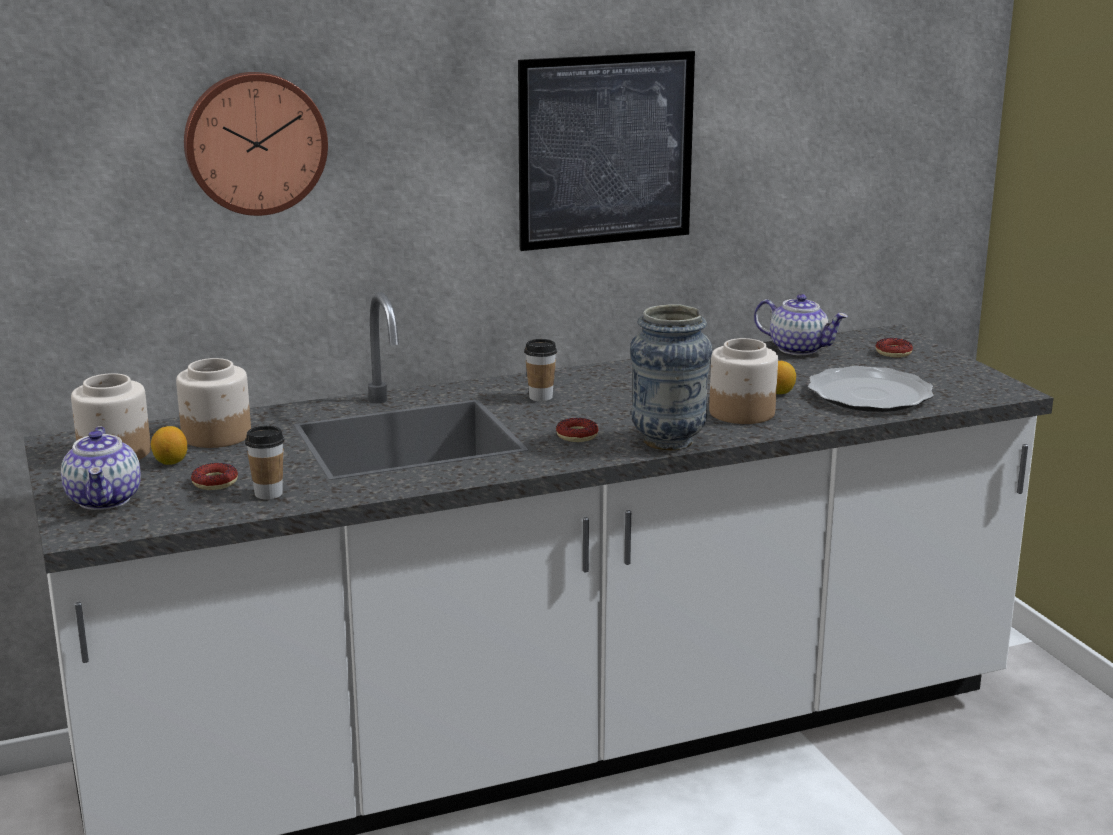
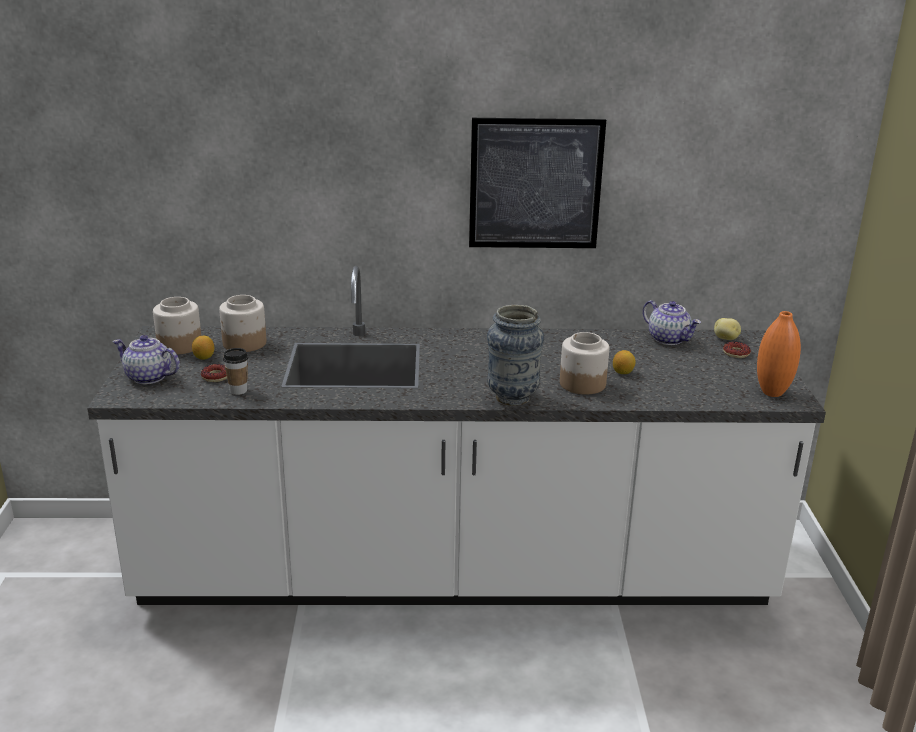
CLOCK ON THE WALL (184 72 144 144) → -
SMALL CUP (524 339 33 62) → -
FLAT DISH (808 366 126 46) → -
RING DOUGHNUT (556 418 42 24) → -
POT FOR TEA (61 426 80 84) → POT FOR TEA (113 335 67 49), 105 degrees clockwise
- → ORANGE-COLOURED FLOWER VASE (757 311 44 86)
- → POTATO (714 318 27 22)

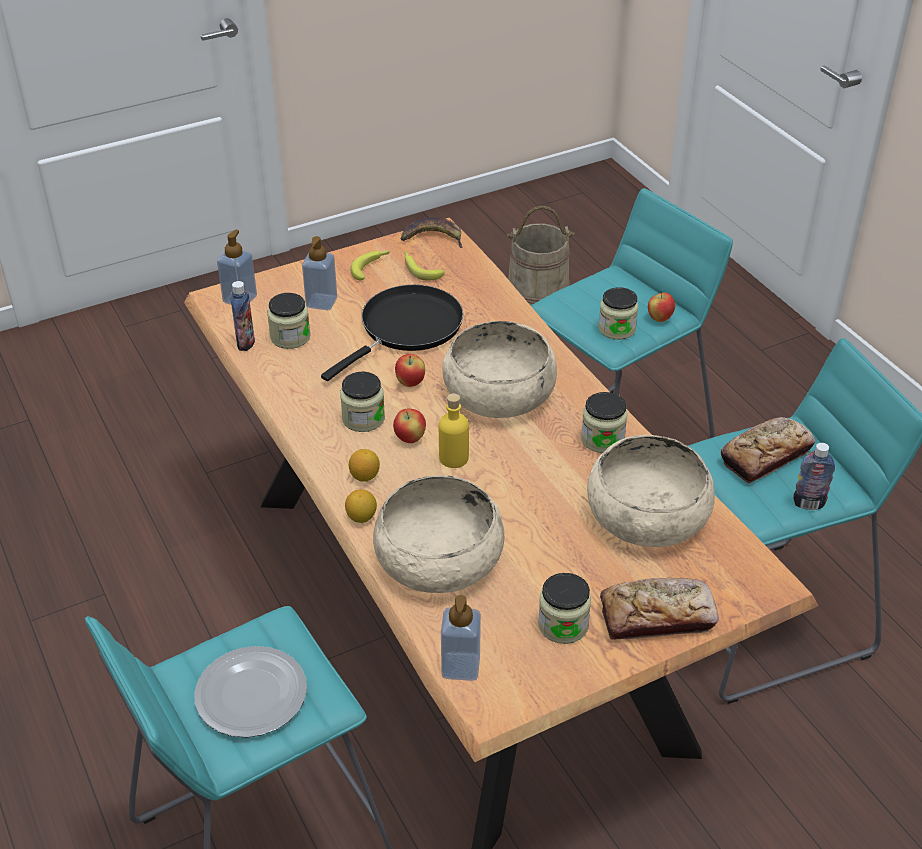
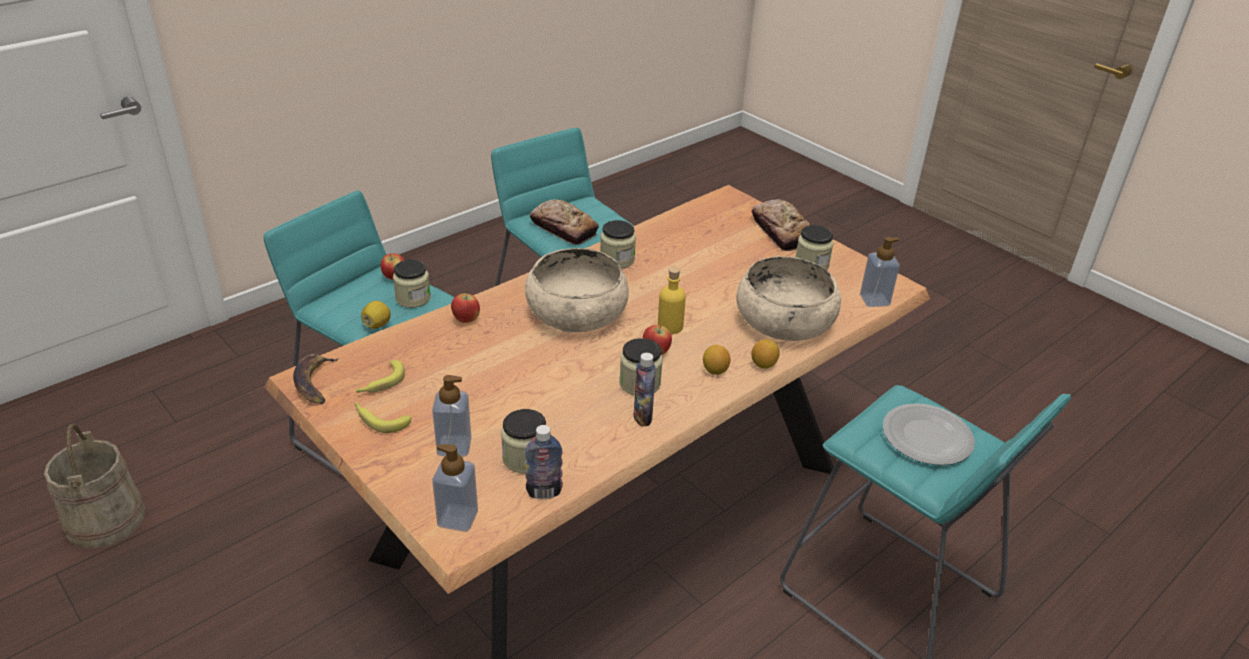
BLACK-COLOURED PAN (321 285 142 96) → -
APPLE FRUIT (395 354 30 33) → APPLE FRUIT (451 291 29 32), move
SAND-COLOURED DEEP DISH (587 435 128 112) → -
BEVERAGE BOTTLE (793 443 42 67) → BEVERAGE BOTTLE (634 353 22 73), move
- → CITRUS FRUIT (361 301 30 28)

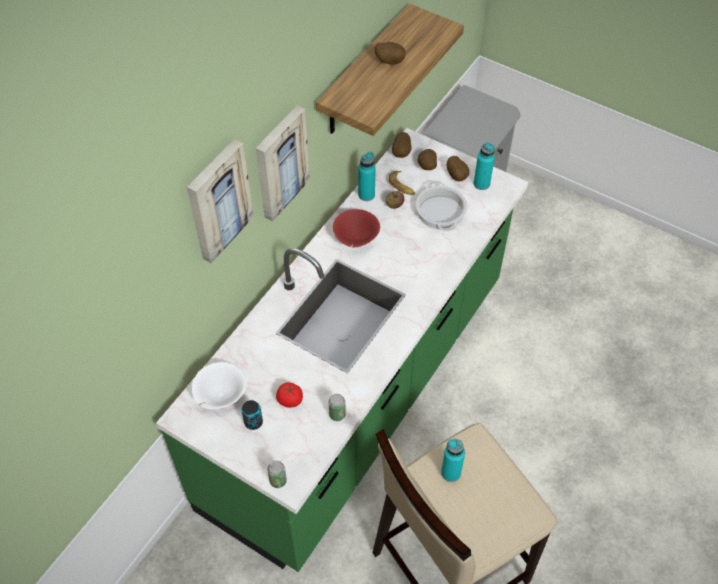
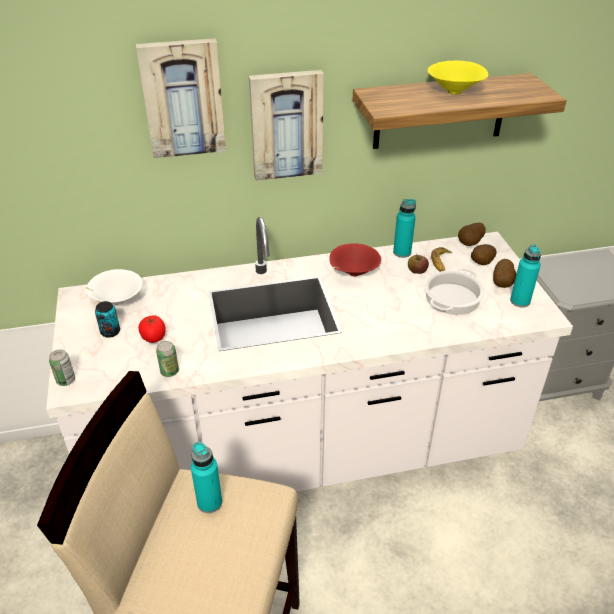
POTATO (375 42 31 23) → YELLOWISH DEEP DISH (428 60 60 35)
GREENISH COUNTER (156 128 372 444) → WHITE-COLOURED COUNTER (46 217 527 275)

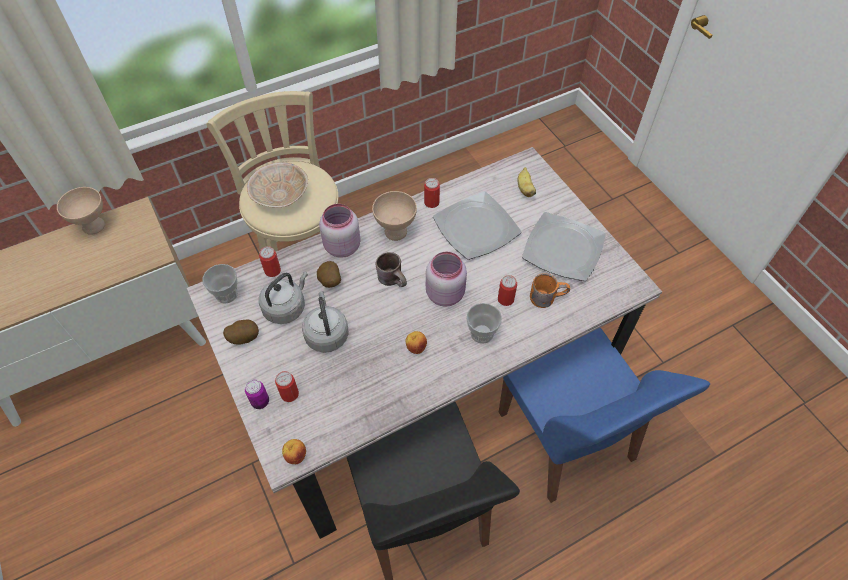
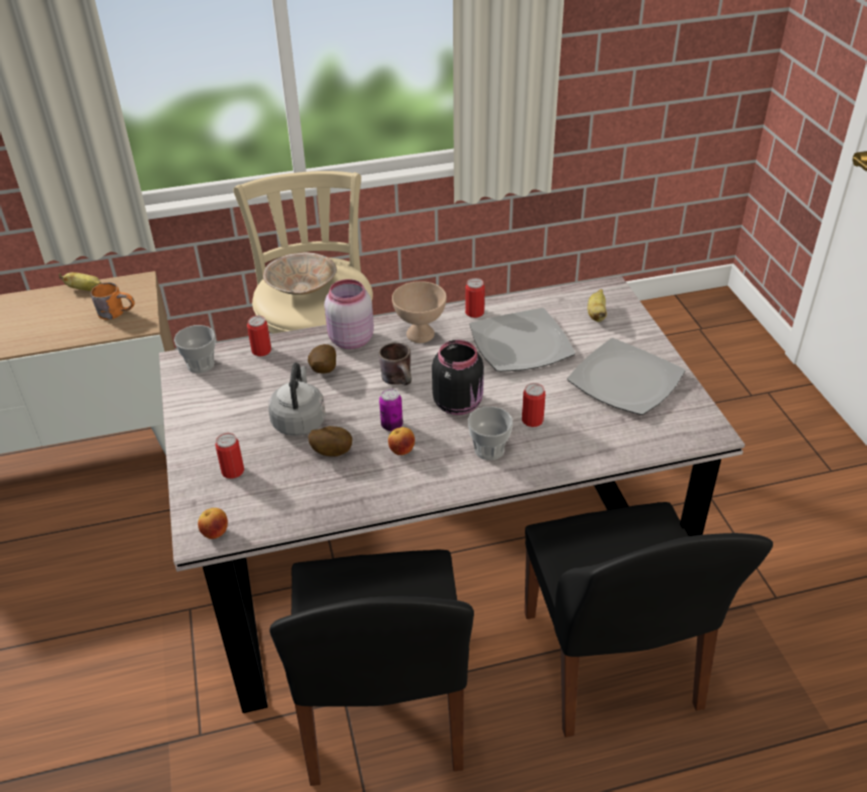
SAND-COLOURED DEEP DISH (57 187 48 48) → BANANA (59 272 42 19)
PINKISH PRESERVE JAR (426 252 41 55) → BLACK-COLOURED PRESERVE JAR (432 340 52 75)
GRAY TEA KETTLE (259 272 49 52) → -
ORANGE-COLOURED TEA MUG (530 273 40 35) → ORANGE-COLOURED TEA MUG (91 282 44 38), move
POTATO (223 320 36 25) → POTATO (308 426 44 31), move
BLUE-COLOURED PLAIN CHAIR (499 328 211 175) → BLACK-COLOURED PLAIN CHAIR (524 502 249 235)
METAL CAN (245 379 24 30) → METAL CAN (379 389 24 42), move

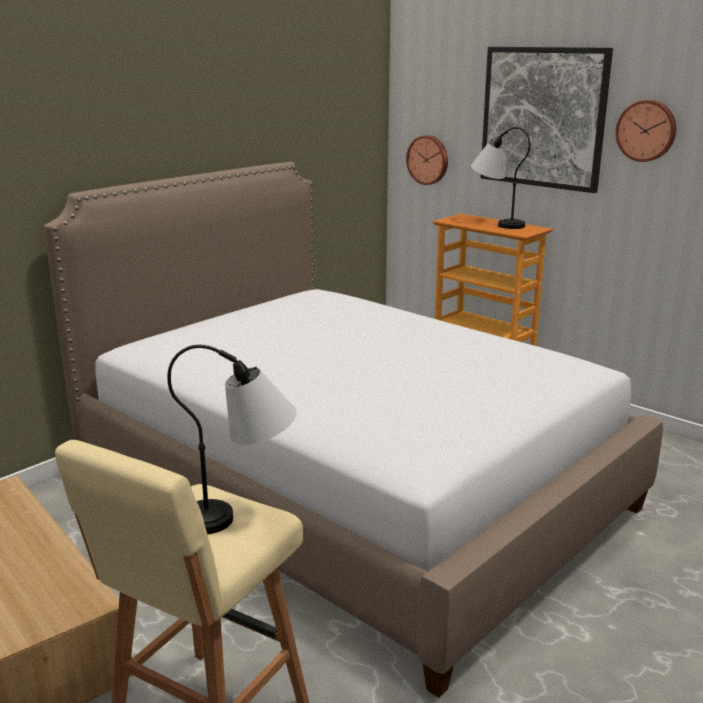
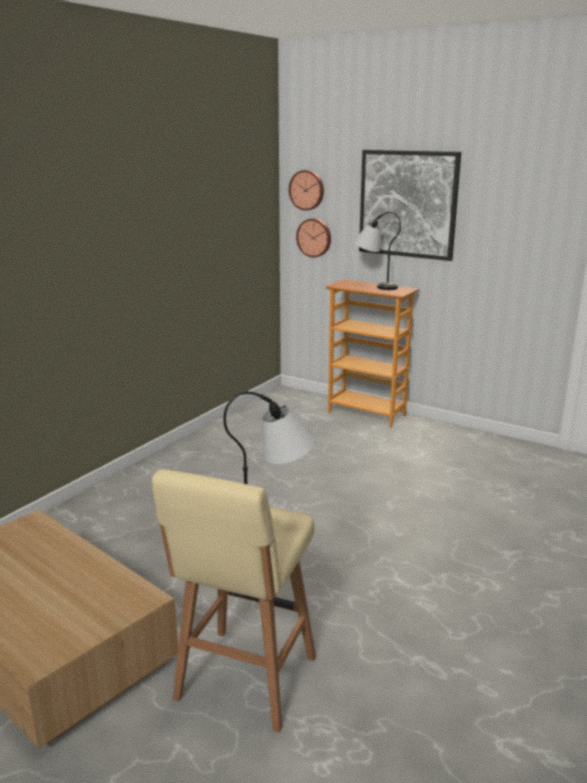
CLOCK ON THE WALL (615 100 61 62) → CLOCK ON THE WALL (289 170 35 41), move
BED (43 162 620 536) → -

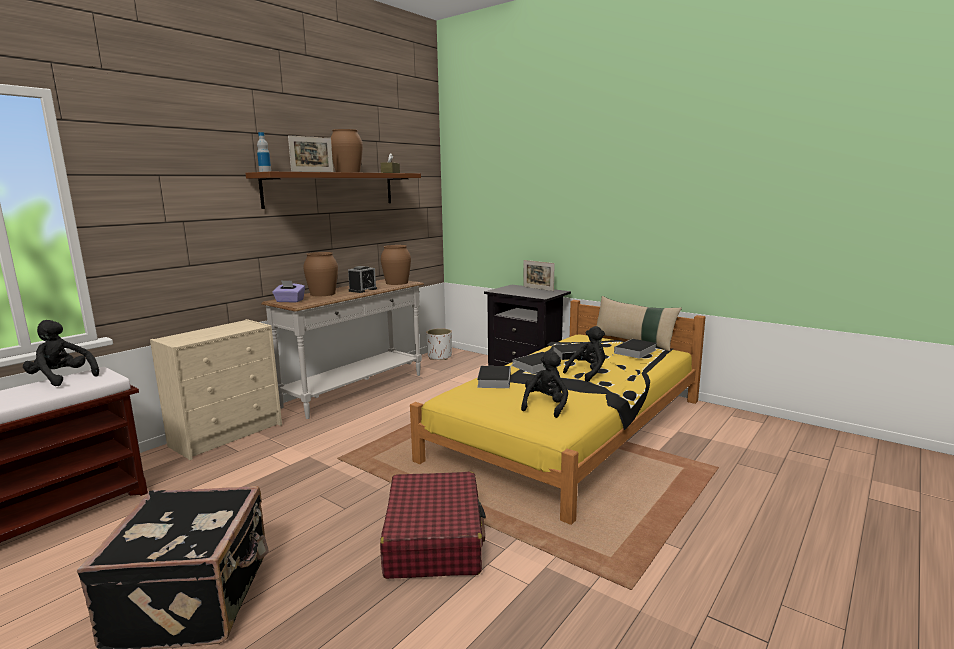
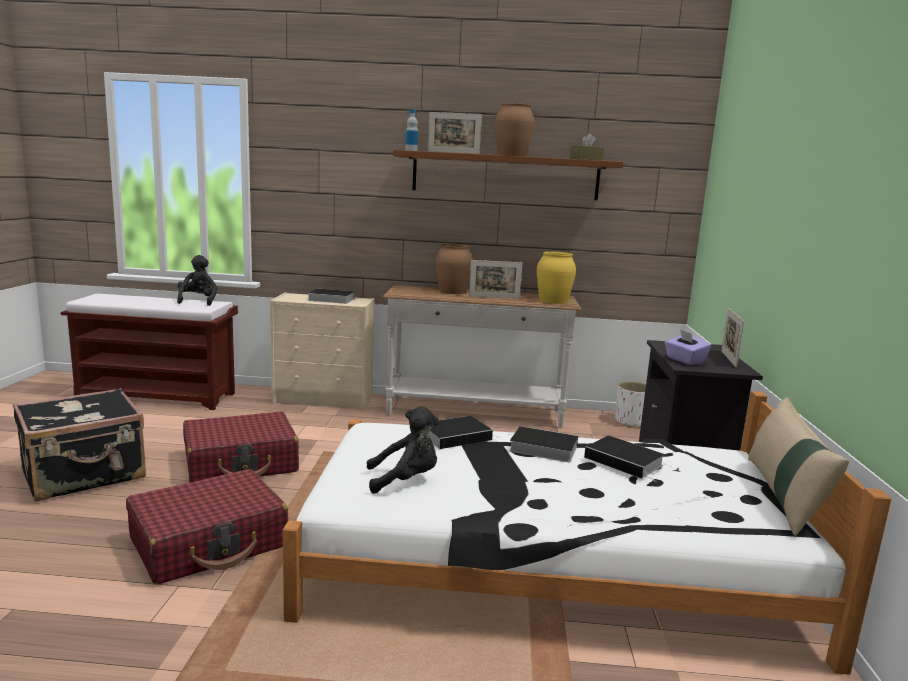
BROWN-COLOURED FLOWER VASE (381 245 30 40) → YELLOWISH FLOWER VASE (537 251 39 53)
TABLE CLOCK (348 266 29 27) → STANDING FRAME (469 260 53 39)
PURPLE TISSUE BOX (272 280 33 23) → PURPLE TISSUE BOX (665 329 46 36), move
YELLOWISH BED (410 300 295 225) → WHITE-COLOURED BED (283 391 608 284)
BLACK-COLOURED CUDDLY TOY (563 326 42 56) → -
VOLUME (613 339 44 20) → VOLUME (307 289 48 15), move
- → REDDISH PIECE OF LUGGAGE (183 412 116 71)

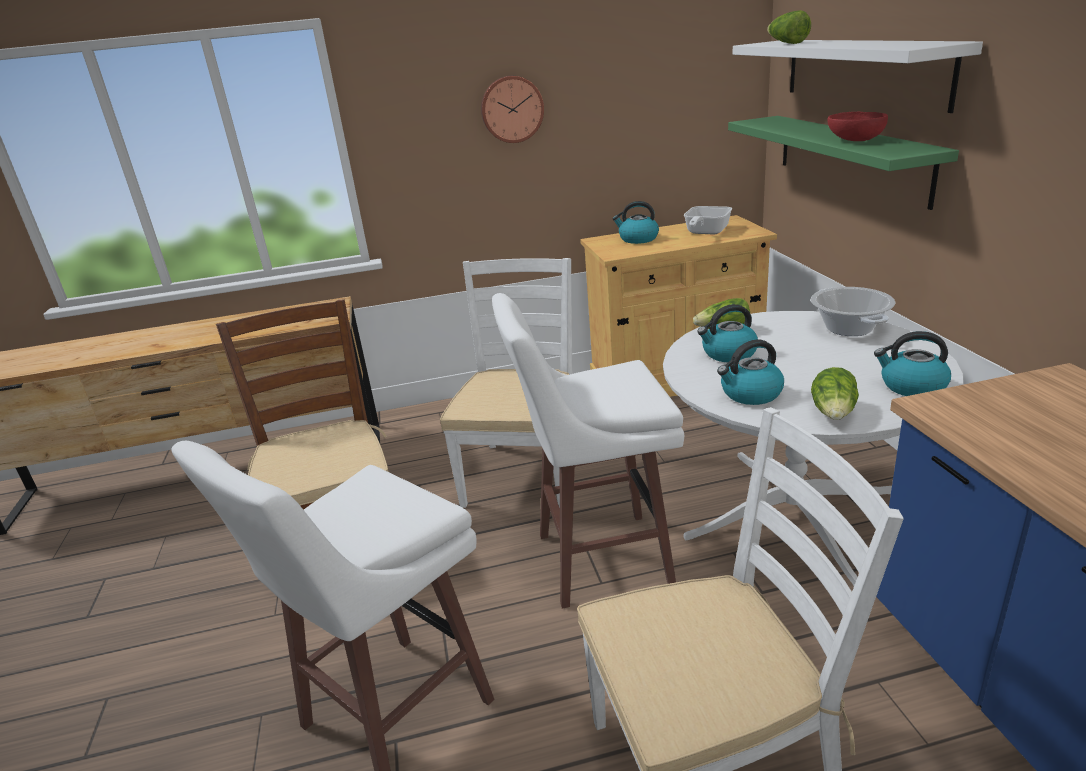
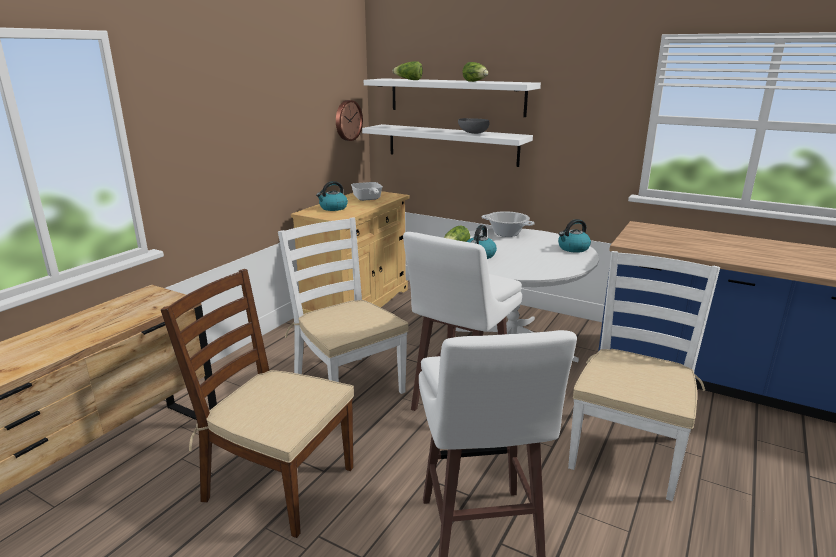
CLOCK ON THE WALL (481 76 63 67) → CLOCK ON THE WALL (336 100 27 41), move
REDDISH DEEP DISH (827 112 61 29) → GRAY DEEP DISH (458 118 31 16)
GREENISH BRACKET SHELF (728 116 231 94) → WHITE-COLOURED BRACKET SHELF (362 124 171 43)
TEA KETTLE (717 339 67 66) → -
HEAD OF LETTUCE (811 367 48 53) → HEAD OF LETTUCE (463 62 25 20), move

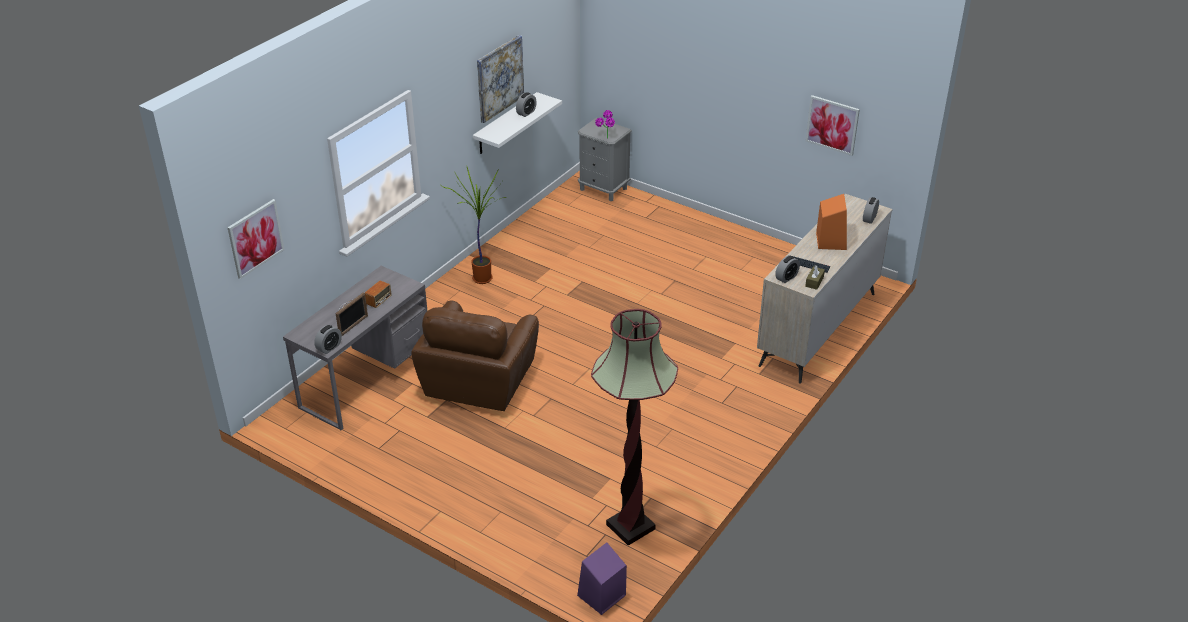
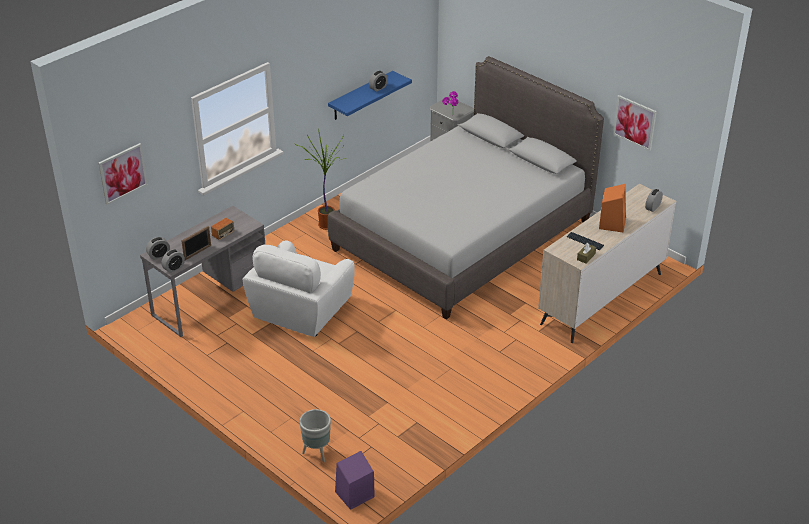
PICTURE (477 35 47 88) → -
WHITE-COLOURED BRACKET SHELF (473 92 89 62) → BLUE-COLOURED BRACKET SHELF (328 71 84 49)
TABLE CLOCK (775 256 25 27) → TABLE CLOCK (146 237 24 23), move
BROWN-COLOURED ARMCHAIR (411 301 128 110) → WHITE-COLOURED ARMCHAIR (243 240 112 97)
FLOOR LAMP (591 309 87 237) → -
- → GRAY BED (328 56 276 263)
- → GRAY FLOWER POT (299 409 32 54)

